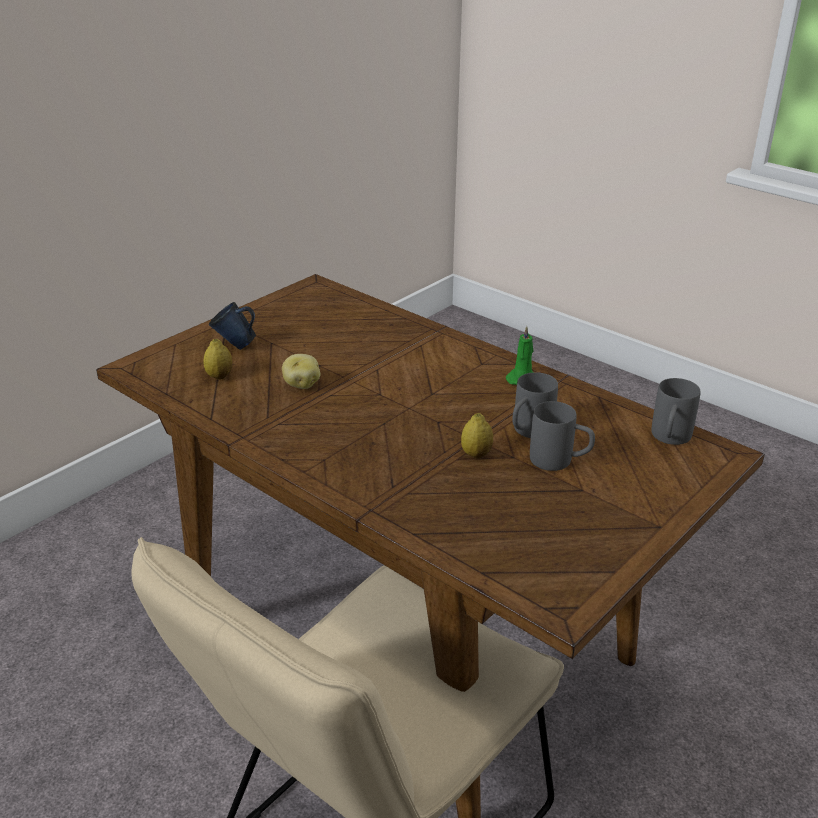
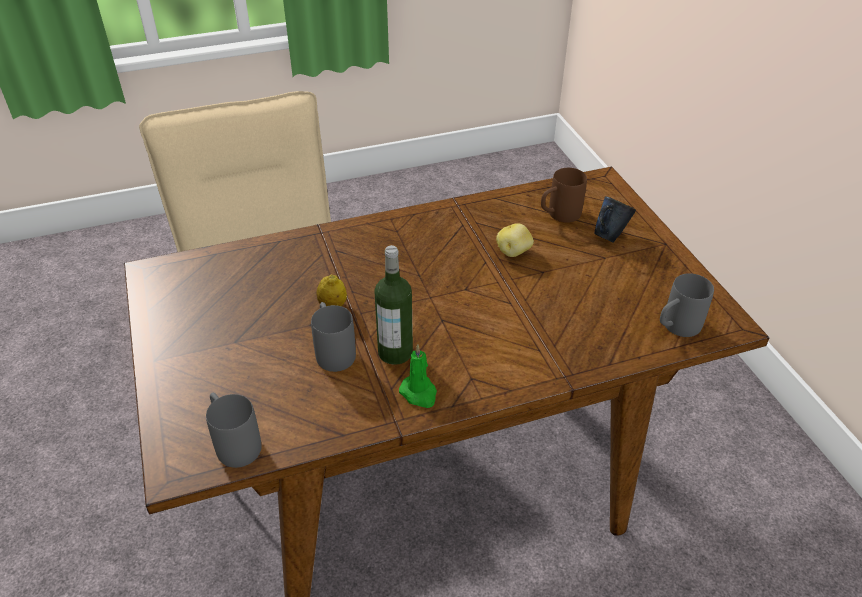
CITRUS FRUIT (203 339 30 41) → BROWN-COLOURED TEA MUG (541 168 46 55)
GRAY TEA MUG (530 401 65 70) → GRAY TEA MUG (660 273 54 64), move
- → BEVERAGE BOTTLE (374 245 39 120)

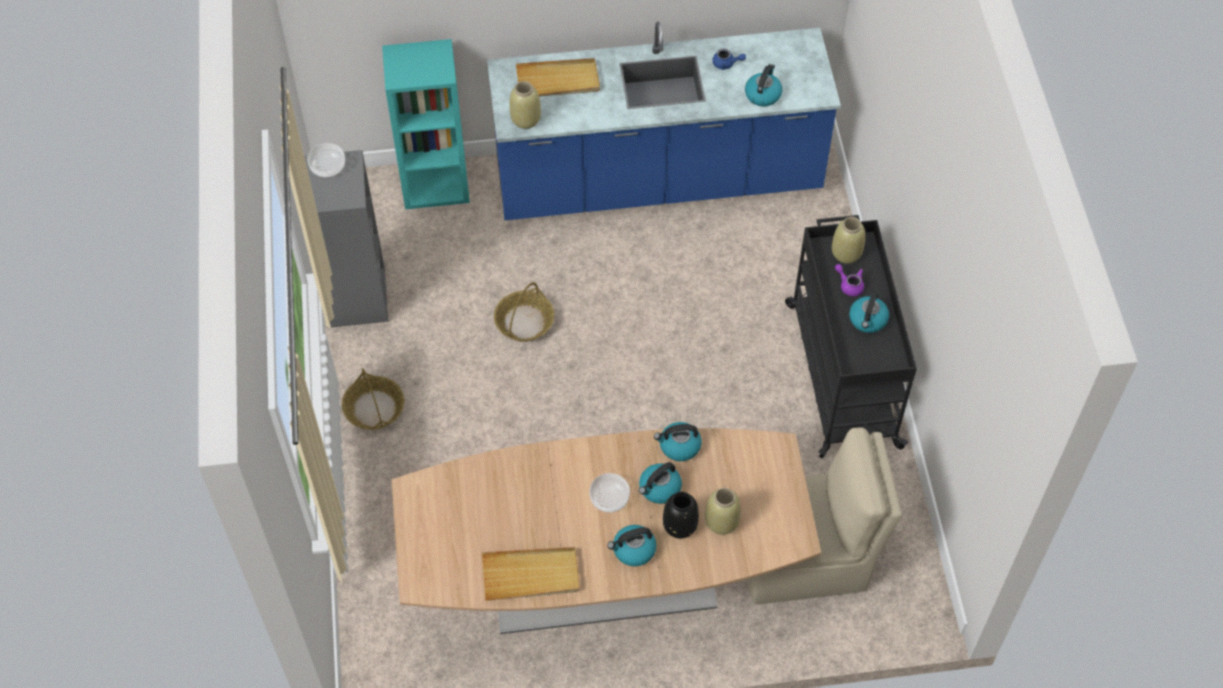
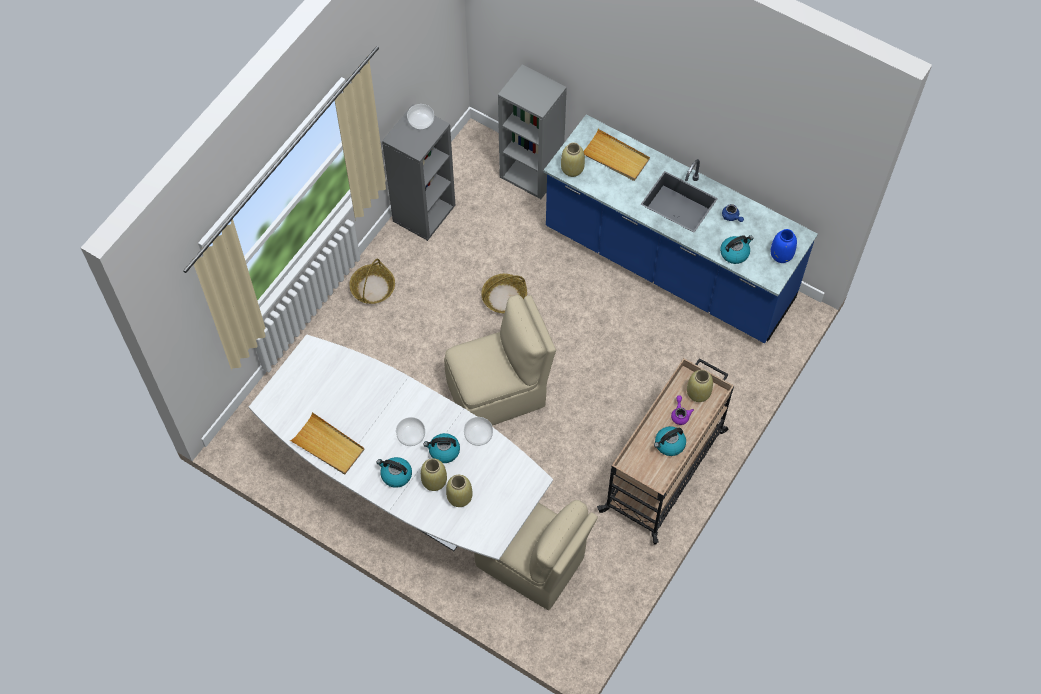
BLUE-GREEN BOOKSHELF (382 39 88 171) → GRAY BOOKSHELF (498 64 69 135)
BLACK-COLOURED TROLLEY (785 215 132 244) → SAND-COLOURED TROLLEY (597 358 137 187)
TEA KETTLE (654 422 48 39) → DEEP DISH (464 417 29 29)
BROWN-COLOURED DINNER TABLE (392 428 429 206) → WHITE-COLOURED DINNER TABLE (249 334 304 226)
BLACK-COLOURED FLOWER VASE (663 492 36 47) → SAND-COLOURED FLOWER VASE (421 458 26 33)
- → BLUE-COLOURED FLOWER VASE (770 229 27 34)
- → SAND-COLOURED PLAIN CHAIR (444 295 112 131)

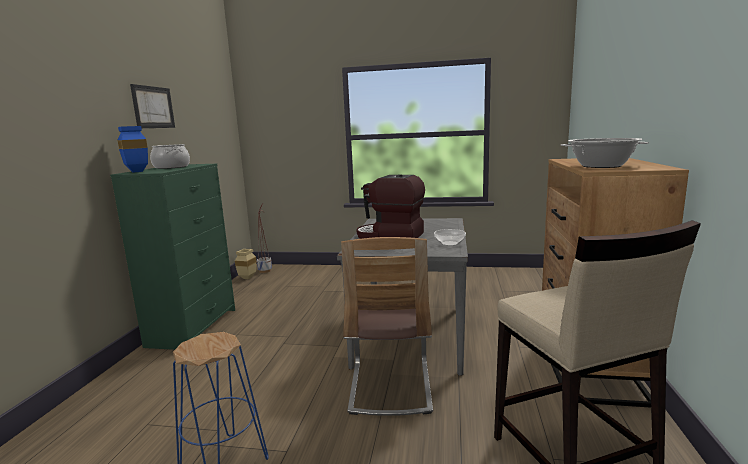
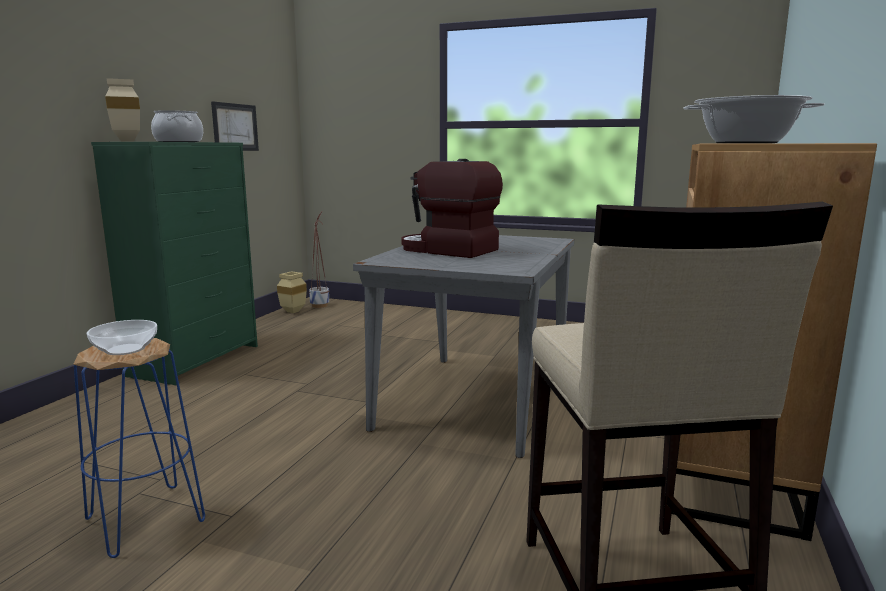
PICTURE (130 84 45 44) → PICTURE (211 101 48 50), move
BLUE-COLOURED FLOWER VASE (117 126 31 47) → SAND-COLOURED FLOWER VASE (105 78 35 64)
DEEP DISH (434 229 32 17) → DEEP DISH (87 320 70 35), move
PLAIN CHAIR (341 237 92 179) → -

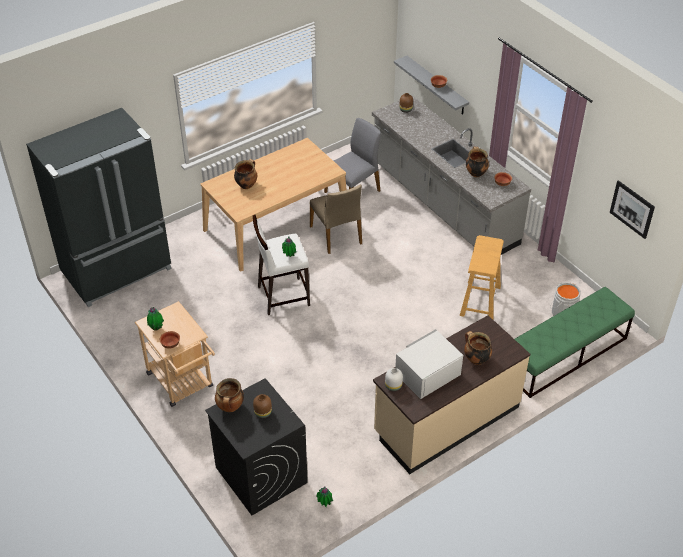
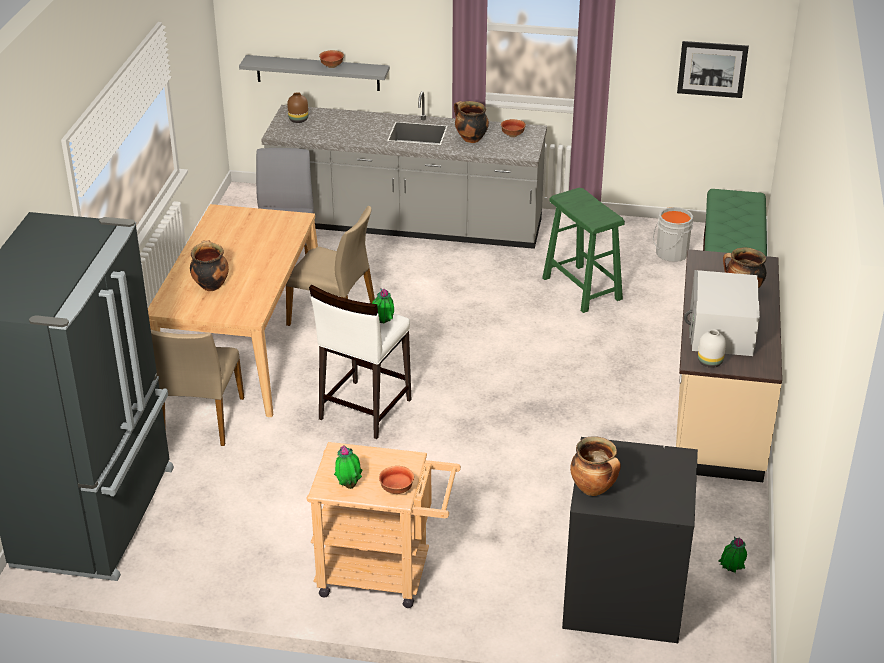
SAND-COLOURED SITTING STOOL (460 235 44 84) → GREENISH SITTING STOOL (542 188 83 125)
BROWN-COLOURED FLOWER VASE (253 394 19 25) → -
- → SAND-COLOURED PLAIN CHAIR (151 330 93 116)

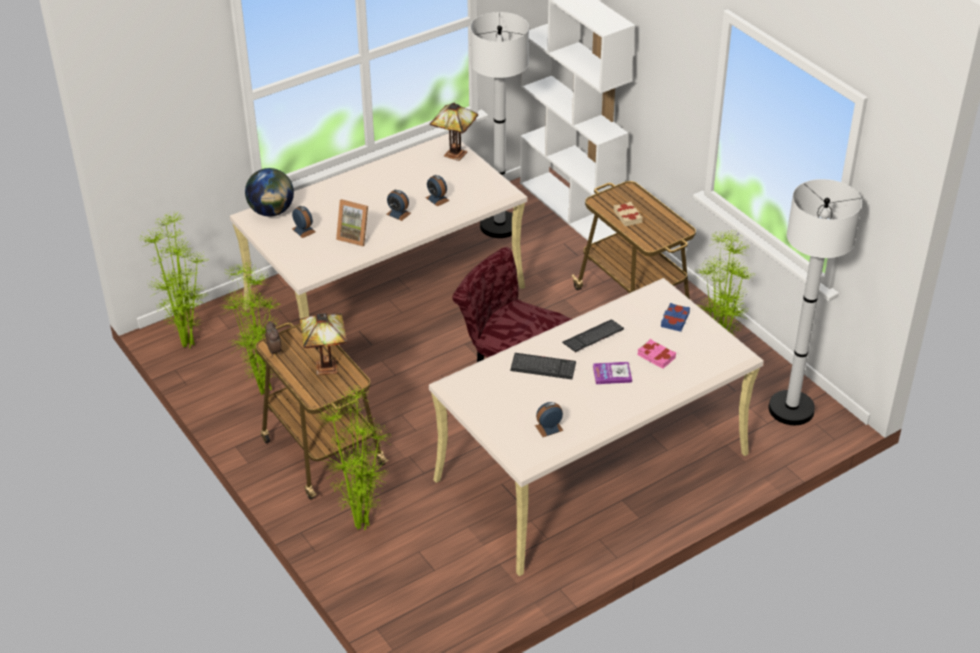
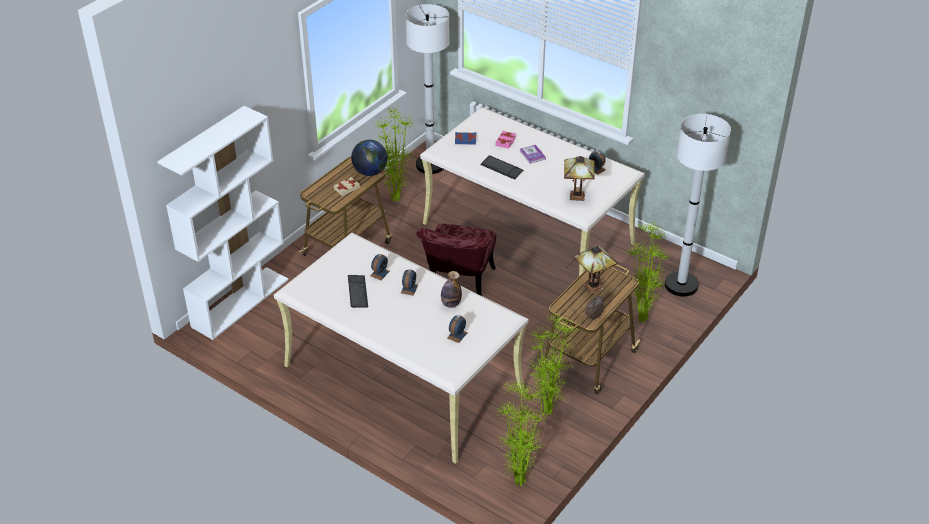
WHITE-COLOURED FLOOR LAMP (470 12 59 226) → WHITE-COLOURED FLOOR LAMP (665 114 66 183), move
LAMP FOR A TABLE (430 103 48 58) → LAMP FOR A TABLE (564 156 31 45), move
DESK GLOBE (245 168 49 49) → DESK GLOBE (351 140 37 36), move
STANDING FRAME (336 199 32 48) → BEVERAGE BOTTLE (441 271 21 37)
PC KEYBOARD (510 353 66 26) → PC KEYBOARD (348 275 20 33), move

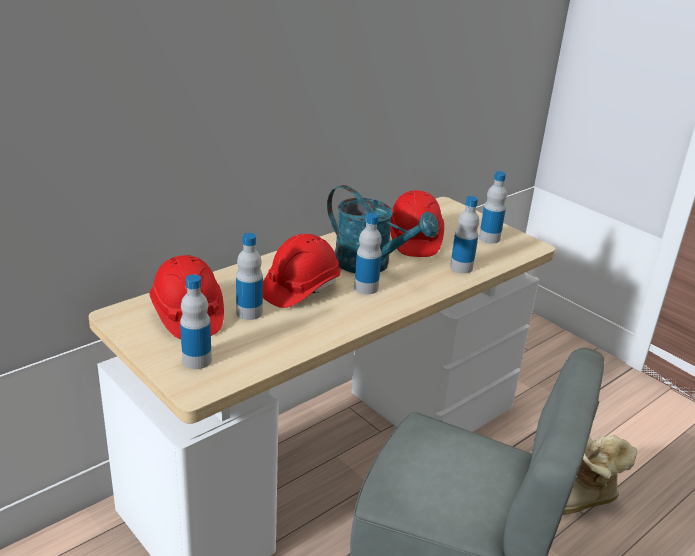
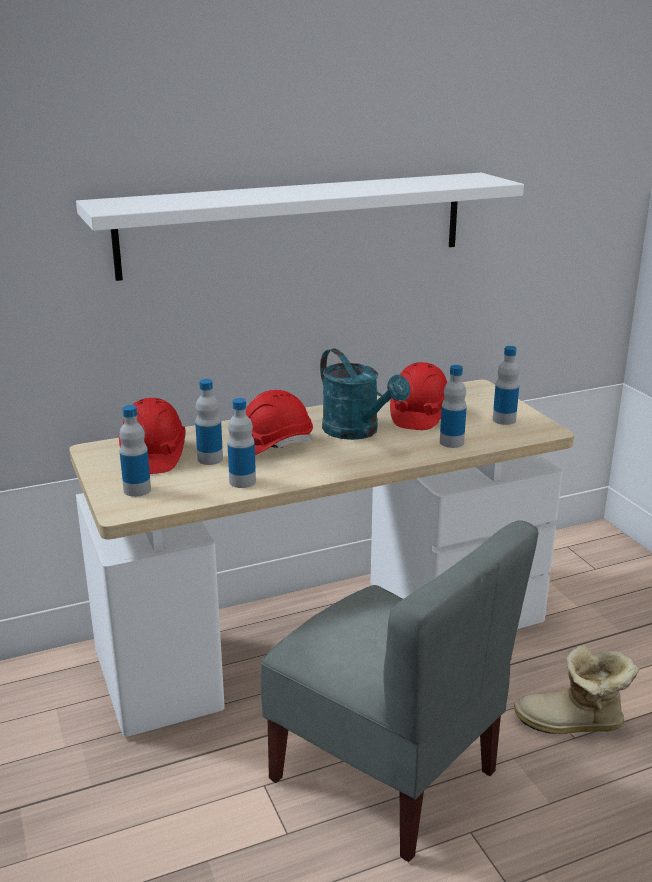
BEVERAGE BOTTLE (354 213 28 81) → BEVERAGE BOTTLE (227 398 29 90), move
- → WHITE-COLOURED BRACKET SHELF (76 173 448 108)

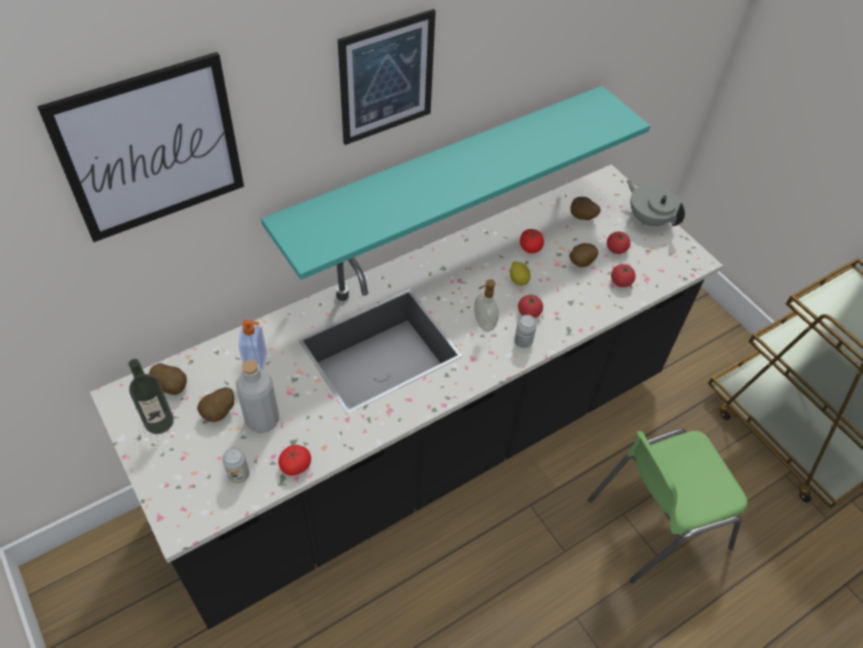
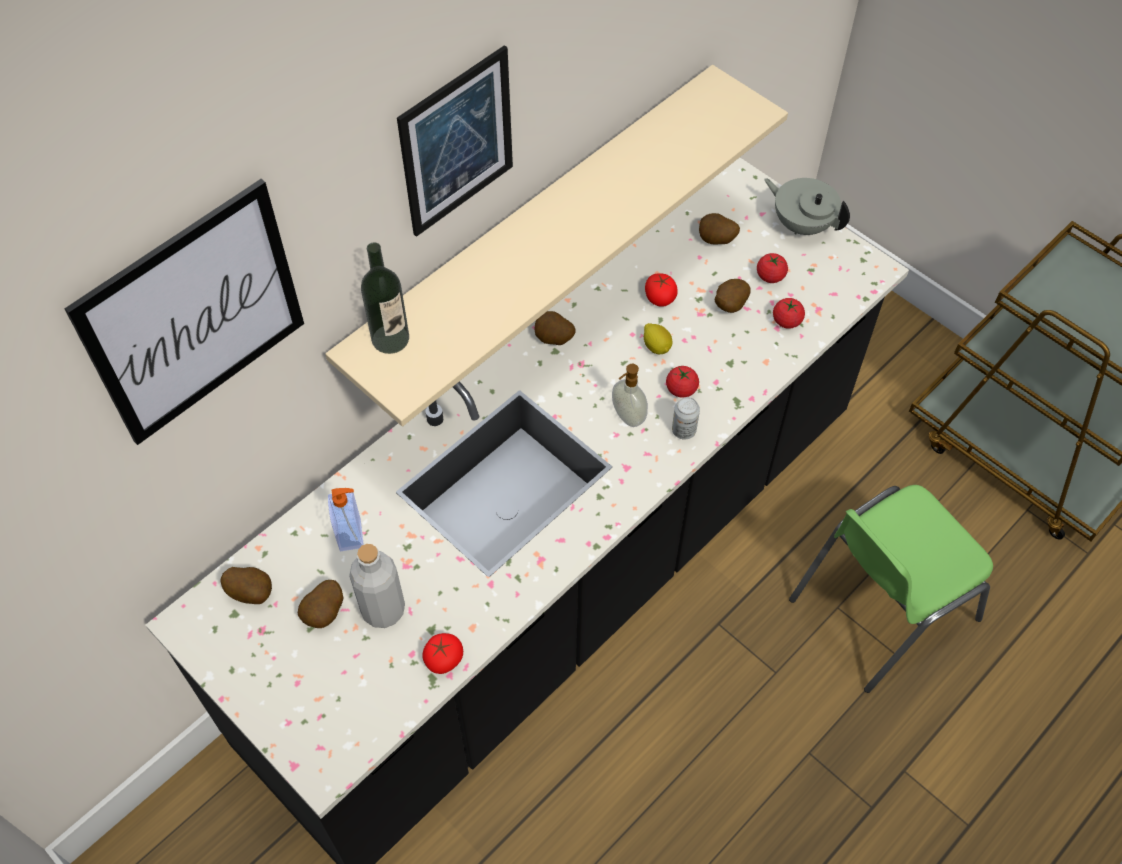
BLUE-GREEN BRACKET SHELF (261 86 389 194) → SAND-COLOURED BRACKET SHELF (325 65 463 362)
BEVERAGE BOTTLE (128 359 46 75) → BEVERAGE BOTTLE (361 242 48 112), move
METAL CAN (222 448 27 35) → -
- → POTATO (534 311 42 34)

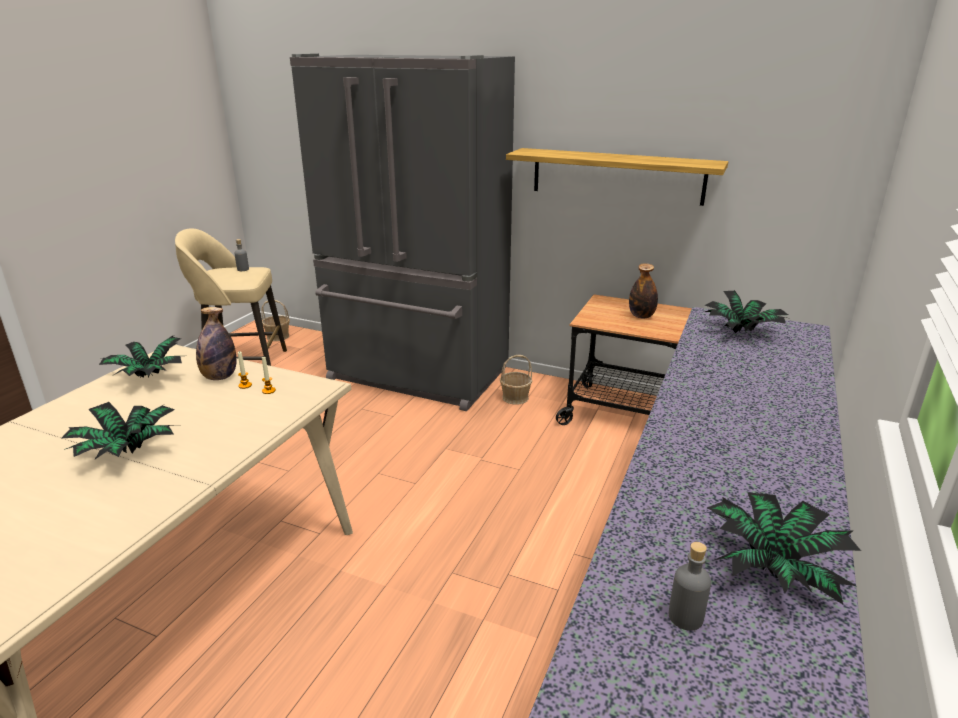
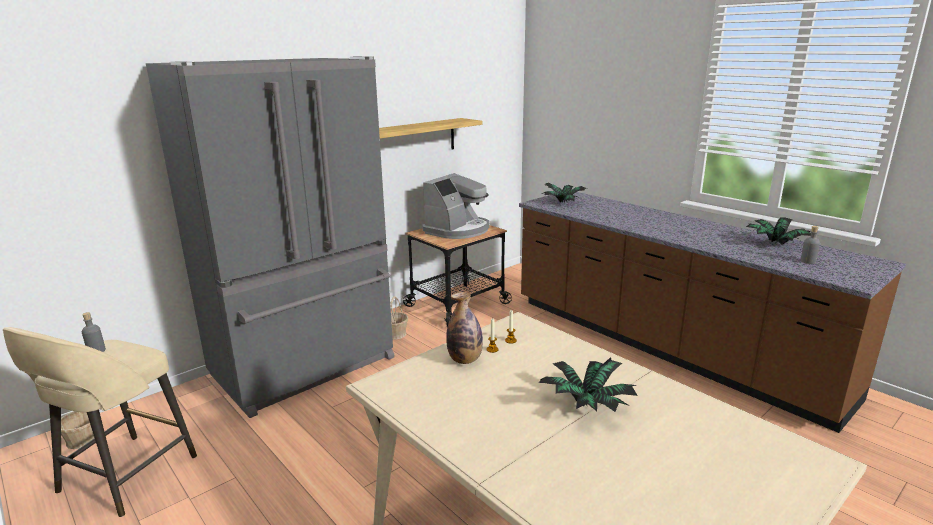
BEVERAGE BOTTLE (629 263 29 55) → COFFEE BREWER (423 173 67 66)
PLANT IN A POT (99 335 83 43) → -

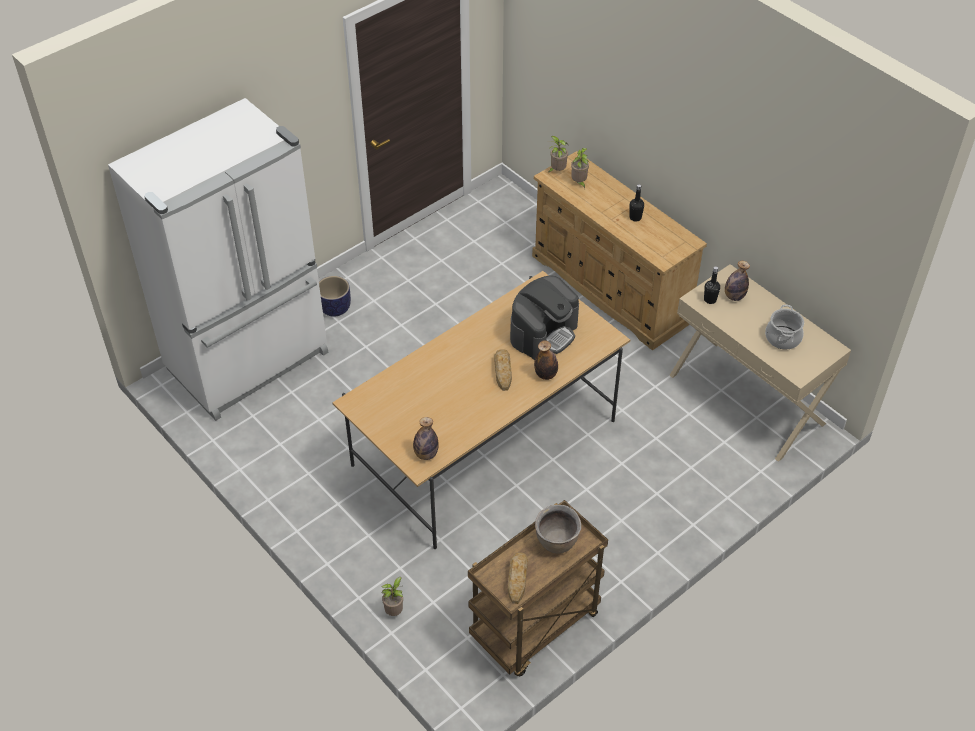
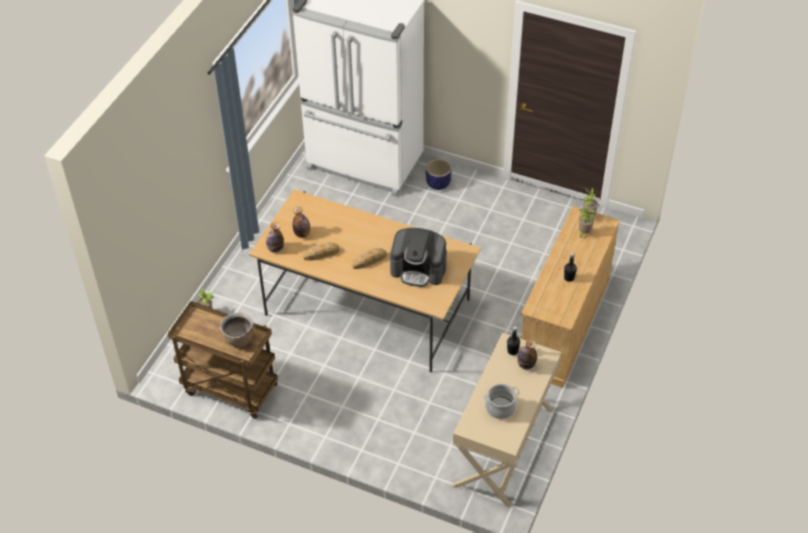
BEVERAGE BOTTLE (534 340 24 40) → BEVERAGE BOTTLE (292 207 18 31), move
BAKED BREAD (508 552 20 52) → BAKED BREAD (303 242 37 19), move

